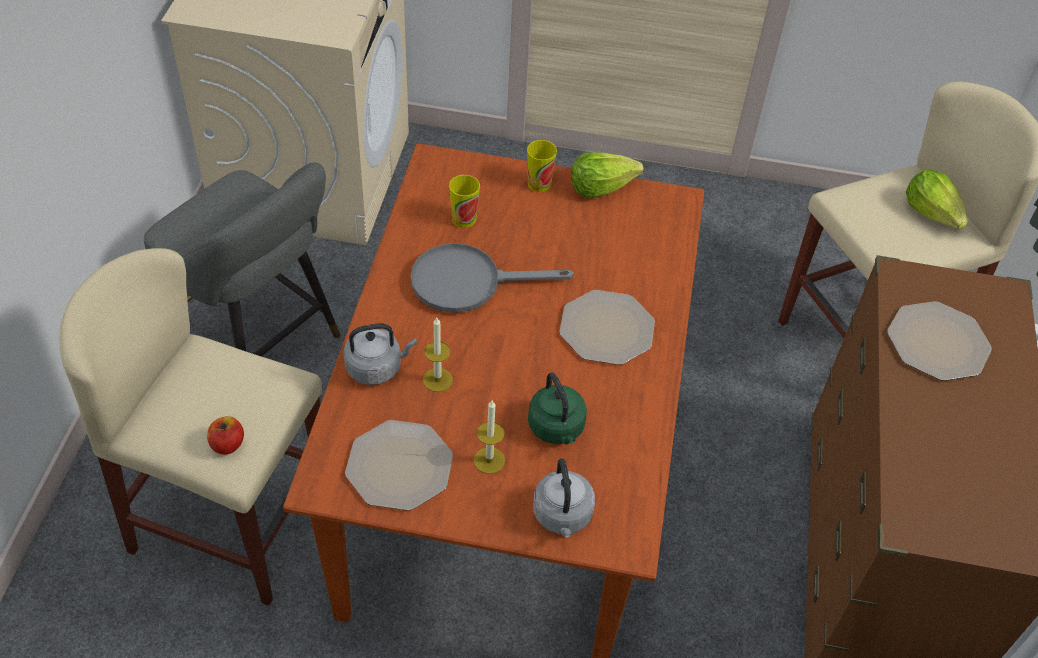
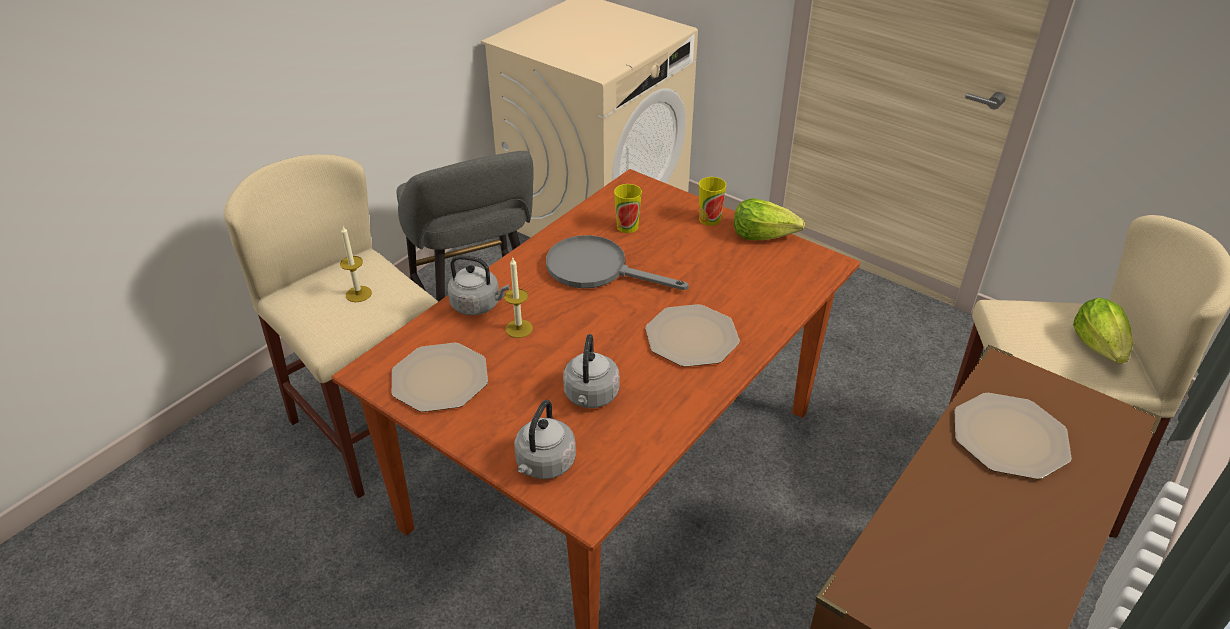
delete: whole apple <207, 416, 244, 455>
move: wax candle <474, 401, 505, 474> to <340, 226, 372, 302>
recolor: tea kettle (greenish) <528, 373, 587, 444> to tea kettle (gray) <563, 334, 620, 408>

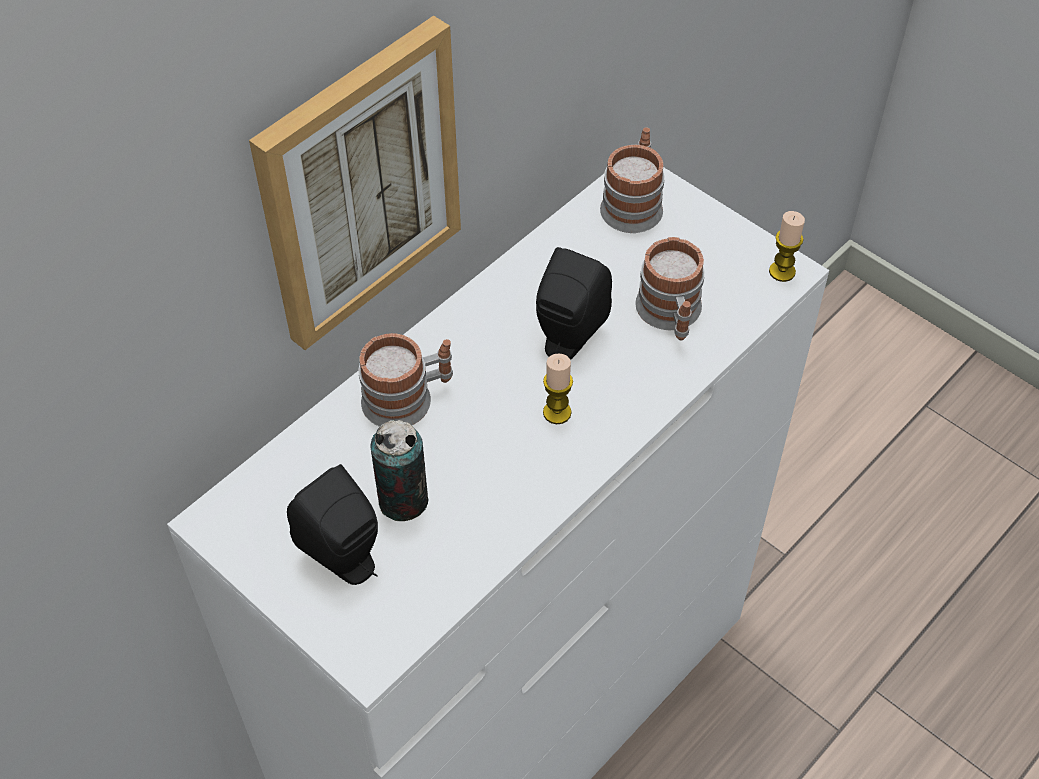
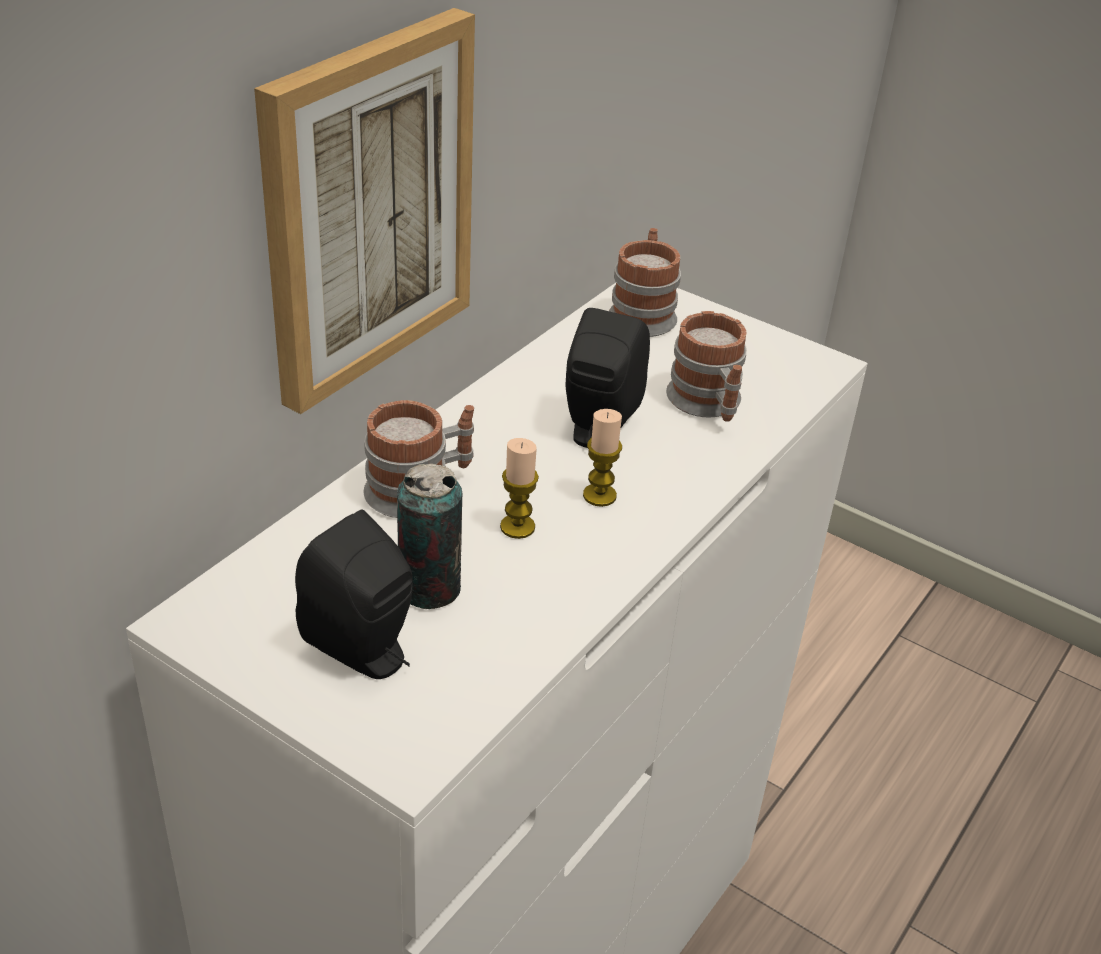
move: wax candle <769, 211, 805, 282> to <500, 438, 539, 539>

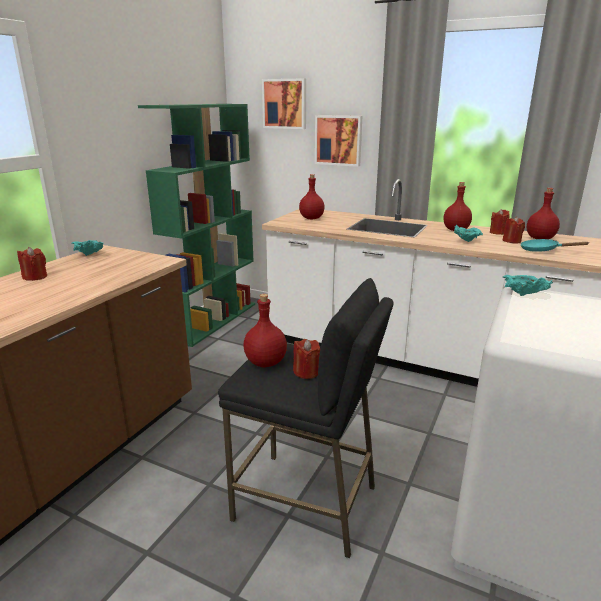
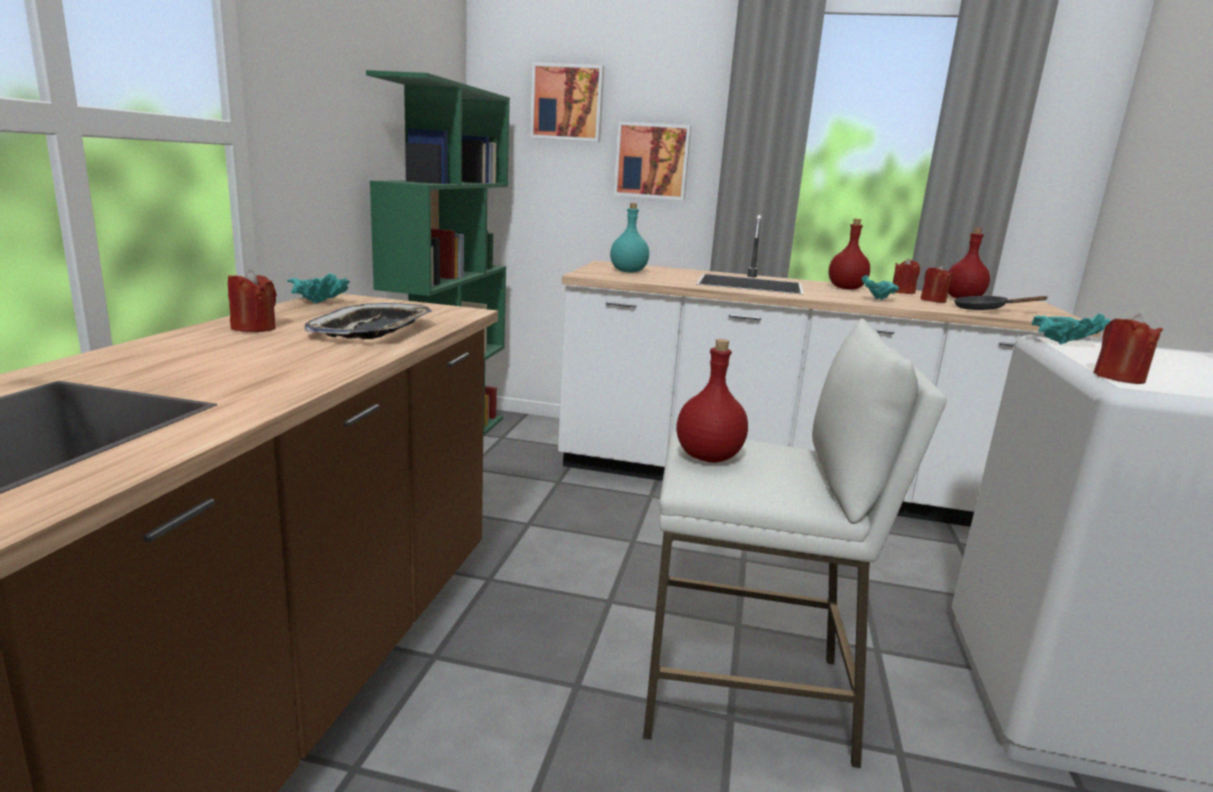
insert: serving tray <304, 303, 432, 339>
move: wax candle (red-coloured) <293, 339, 320, 379> to <1093, 314, 1163, 384>
recolor: stool seat (black-coloured) <218, 278, 394, 558> to stool seat (whitish) <643, 319, 947, 768>; beverage bottle (red-coloured) <299, 174, 325, 219> to beverage bottle (blue-green) <610, 203, 649, 273>; skillet (blue-green) <521, 239, 589, 252> to skillet (black-coloured) <954, 296, 1048, 310>

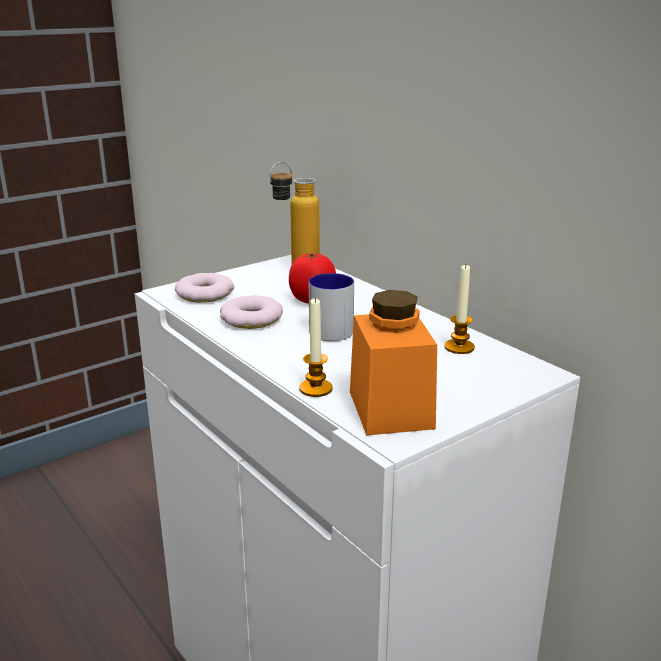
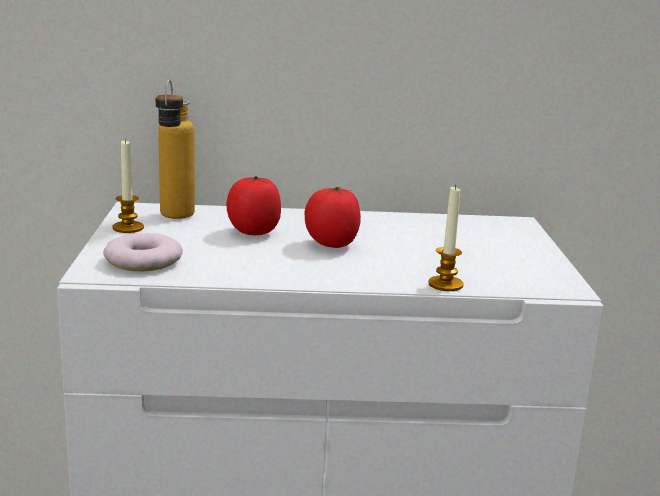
delete: donut <220, 295, 283, 329>; storage jar (orangey) <350, 290, 437, 436>
move: wax candle <444, 265, 475, 354> to <112, 138, 144, 233>
replace: mug <309, 273, 354, 341> to fresh tomato <305, 187, 361, 248>

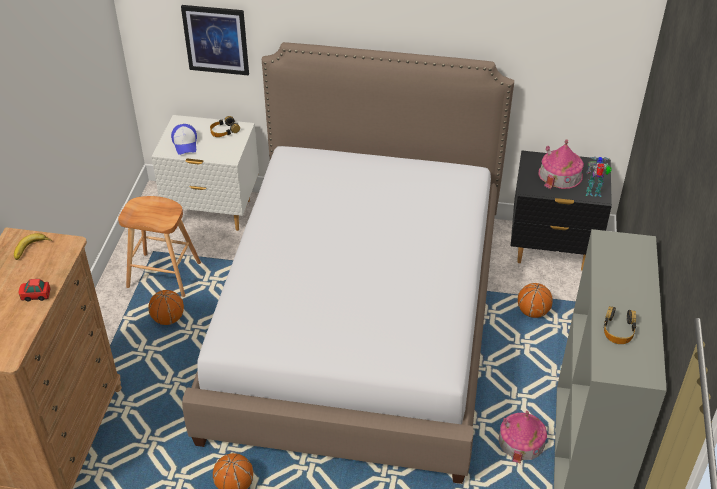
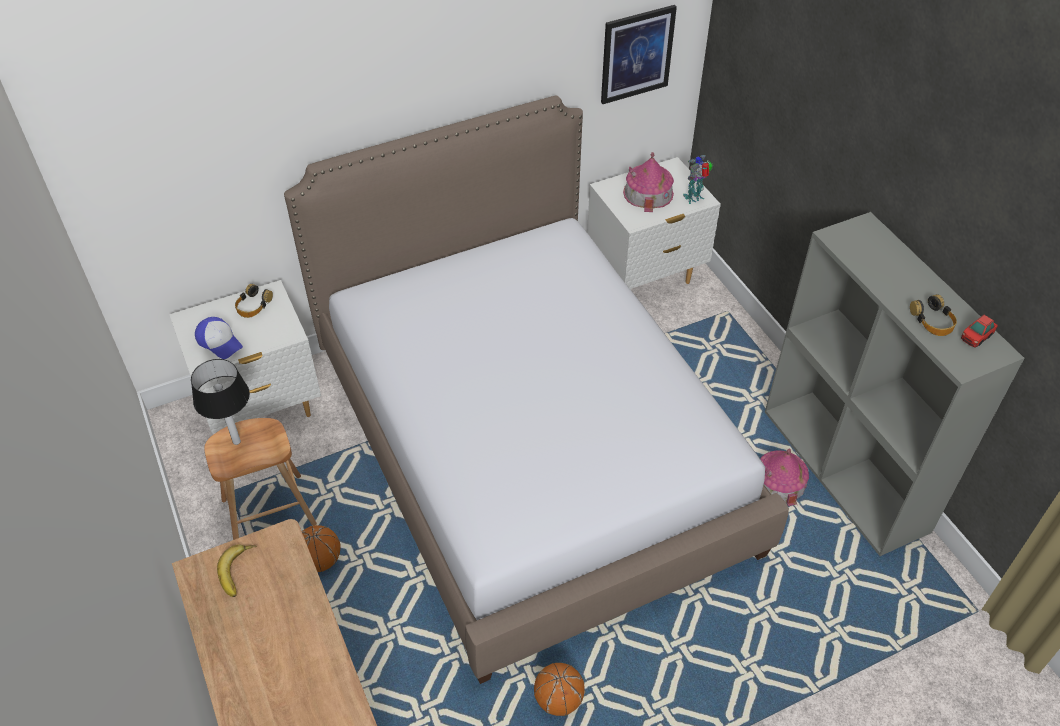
delete: ball for basketball <518, 283, 553, 318>
insert: lamp for a table <191, 359, 250, 445>
move: miniature car <18, 279, 51, 301> to <961, 315, 998, 348>; picture <181, 5, 249, 75> to <601, 5, 677, 104>
recolor: nightstand (black-coloured) <511, 150, 612, 270> to nightstand (whitish) <587, 157, 721, 289>

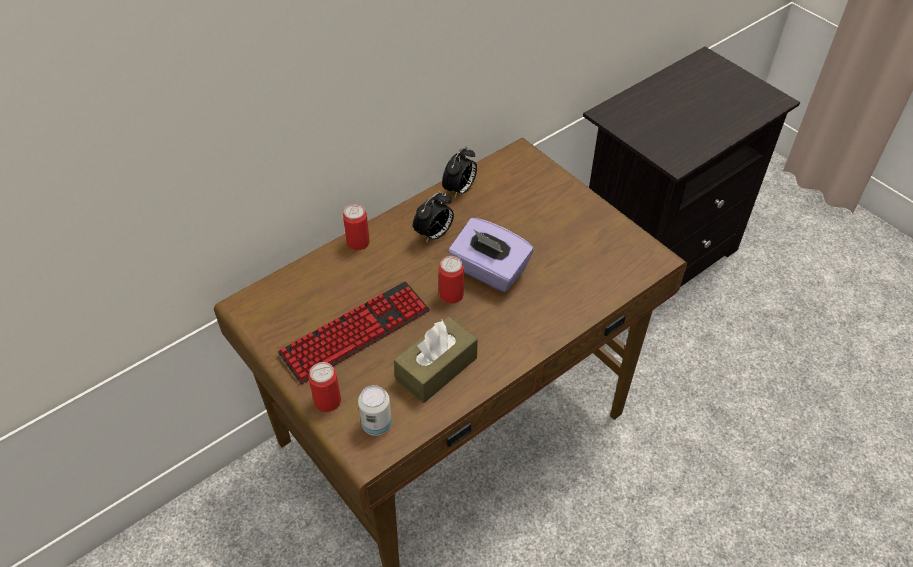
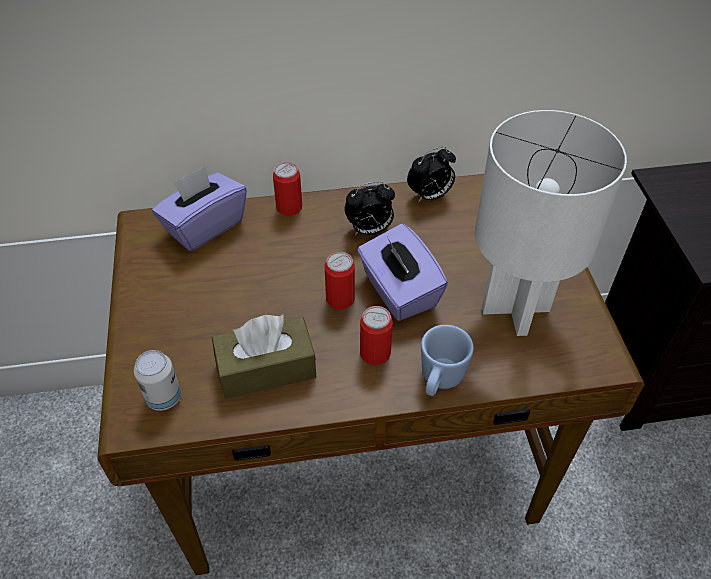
delete: PC keyboard <278, 281, 430, 384>
insert: tissue holder (purplish) <152, 166, 247, 251>; mug (blue-coloured) <421, 325, 474, 396>; lamp for a table (whitish) <475, 110, 627, 336>
move: sealed can <309, 362, 341, 412> to <360, 306, 393, 365>

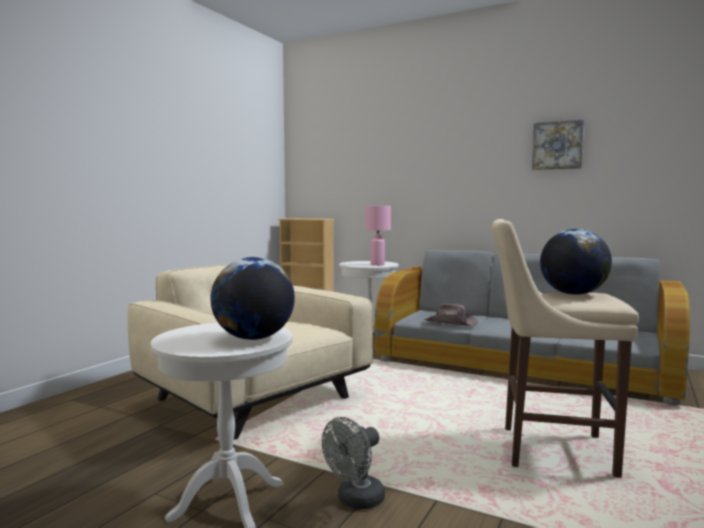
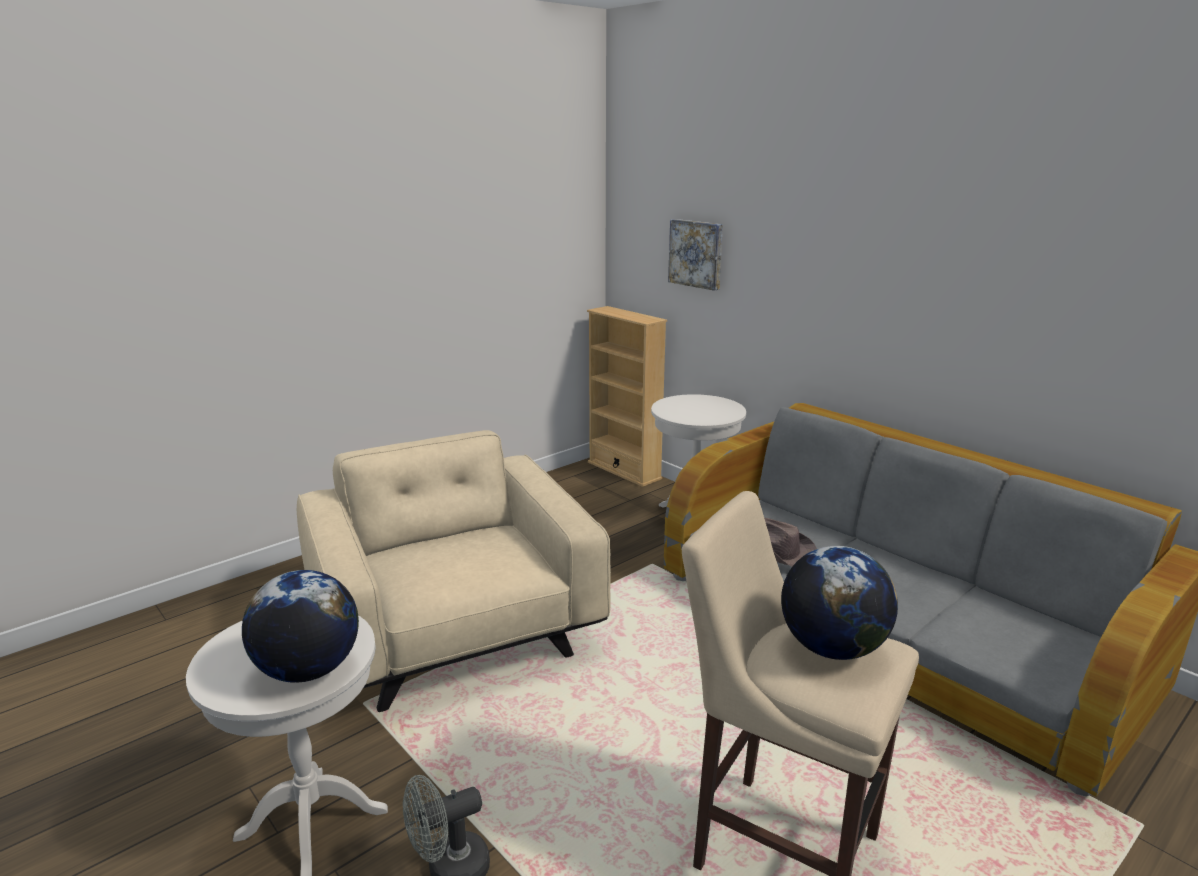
delete: lamp for a table (pink-coloured) <365, 206, 391, 266>
move: picture <532, 119, 584, 170> to <668, 219, 723, 291>

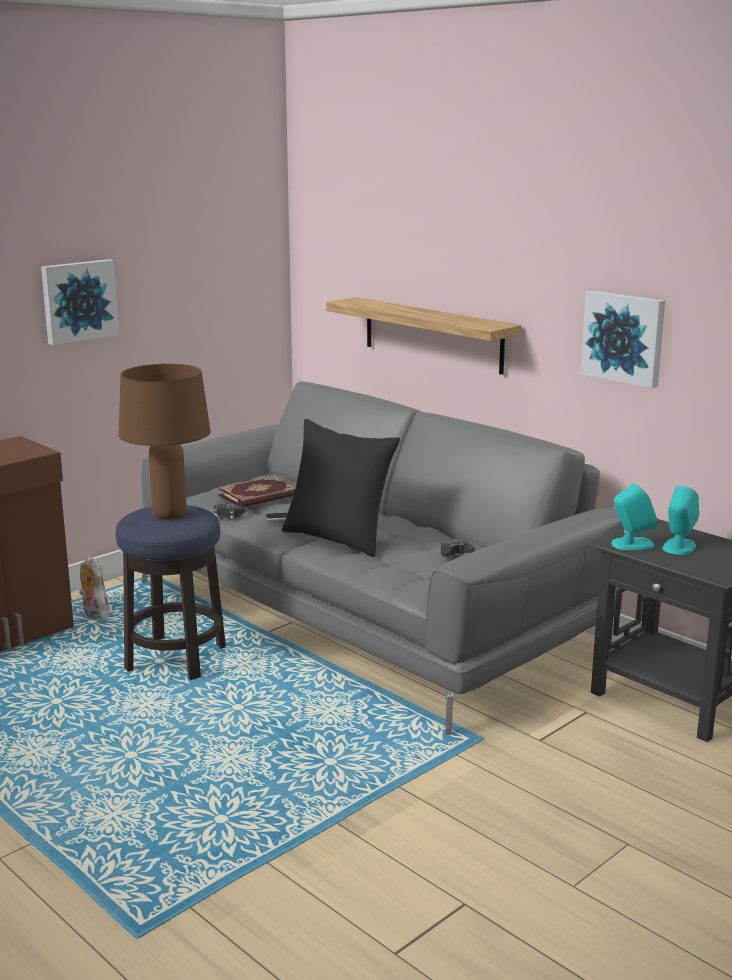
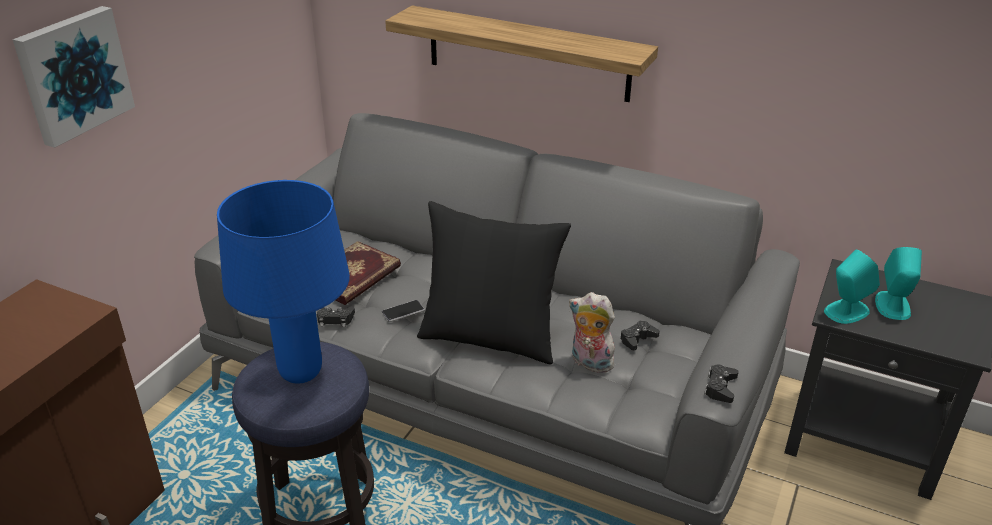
delete: picture <580, 291, 665, 388>
insert: gamepad (black-coloured) <704, 364, 739, 403>
move: cuddly toy <79, 556, 110, 621> to <569, 292, 615, 373>
recolor: lamp for a table (brown) <119, 364, 210, 520> to lamp for a table (blue-coloured) <217, 180, 350, 384>

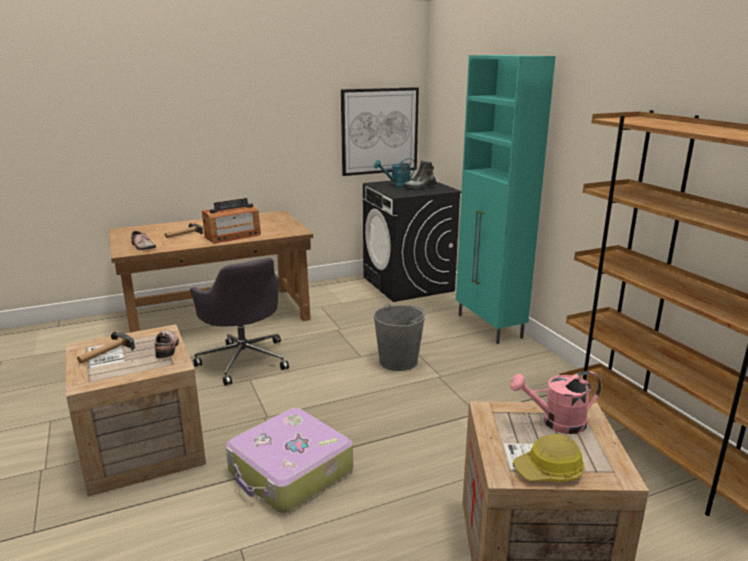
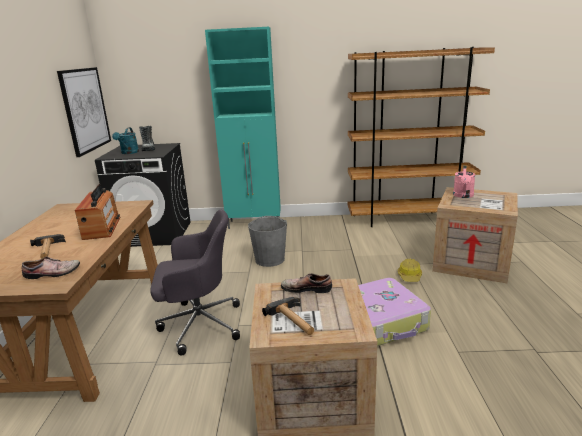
move: work helmet <513, 434, 585, 482> to <398, 258, 422, 282>

